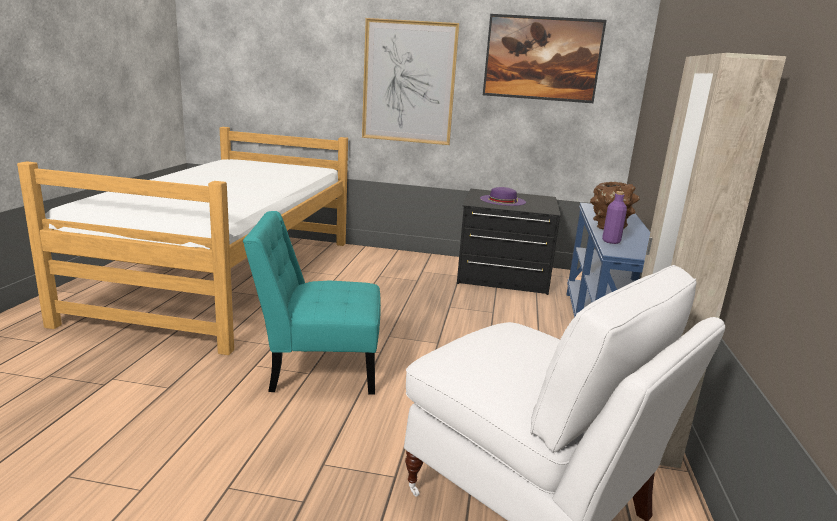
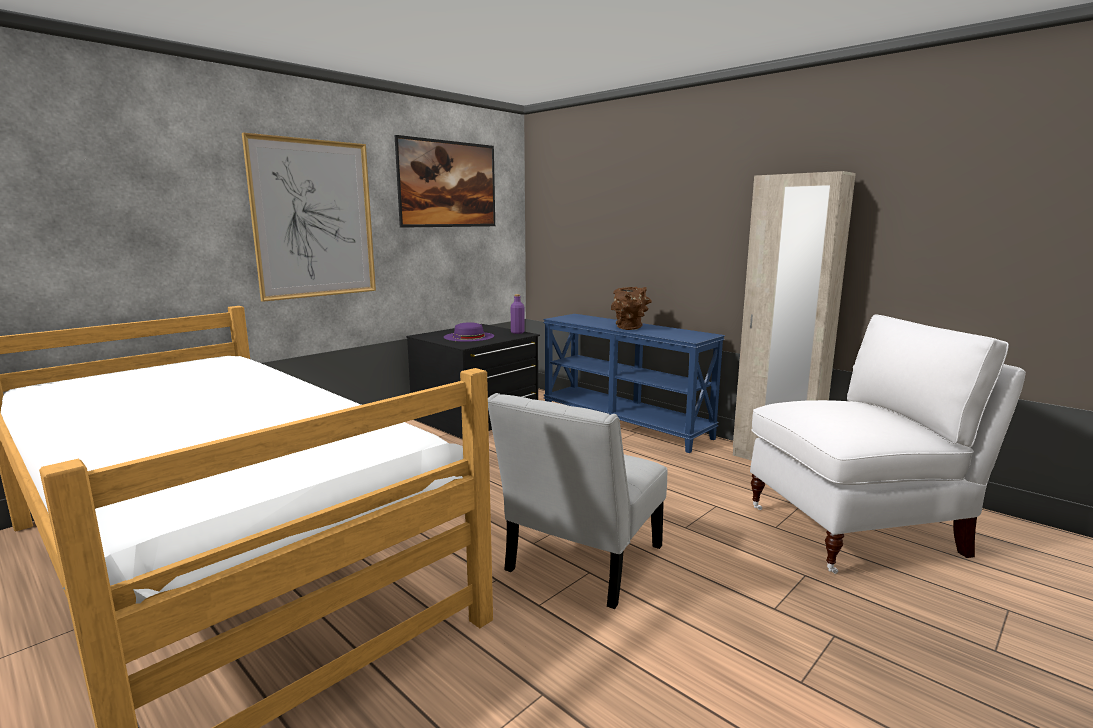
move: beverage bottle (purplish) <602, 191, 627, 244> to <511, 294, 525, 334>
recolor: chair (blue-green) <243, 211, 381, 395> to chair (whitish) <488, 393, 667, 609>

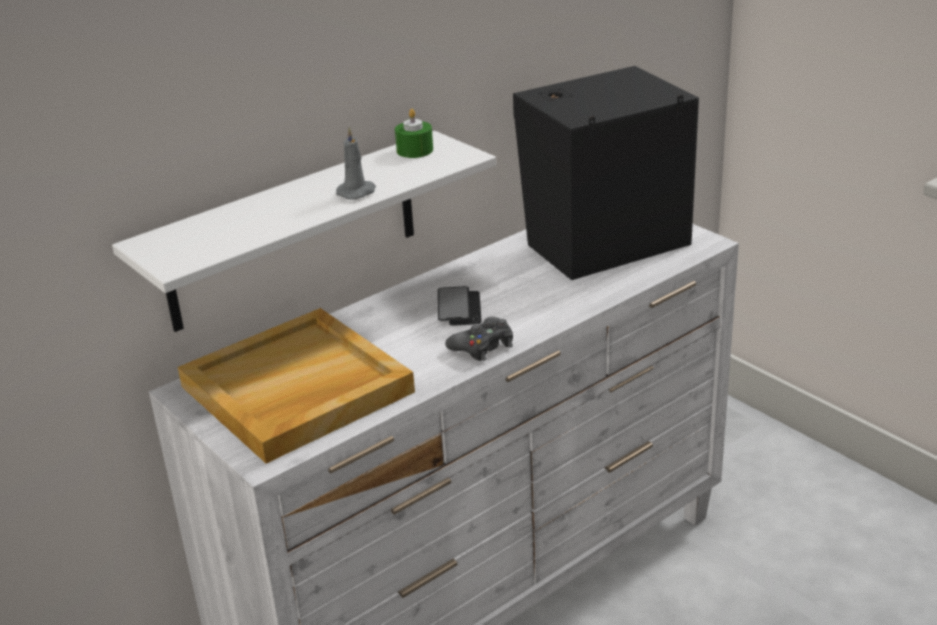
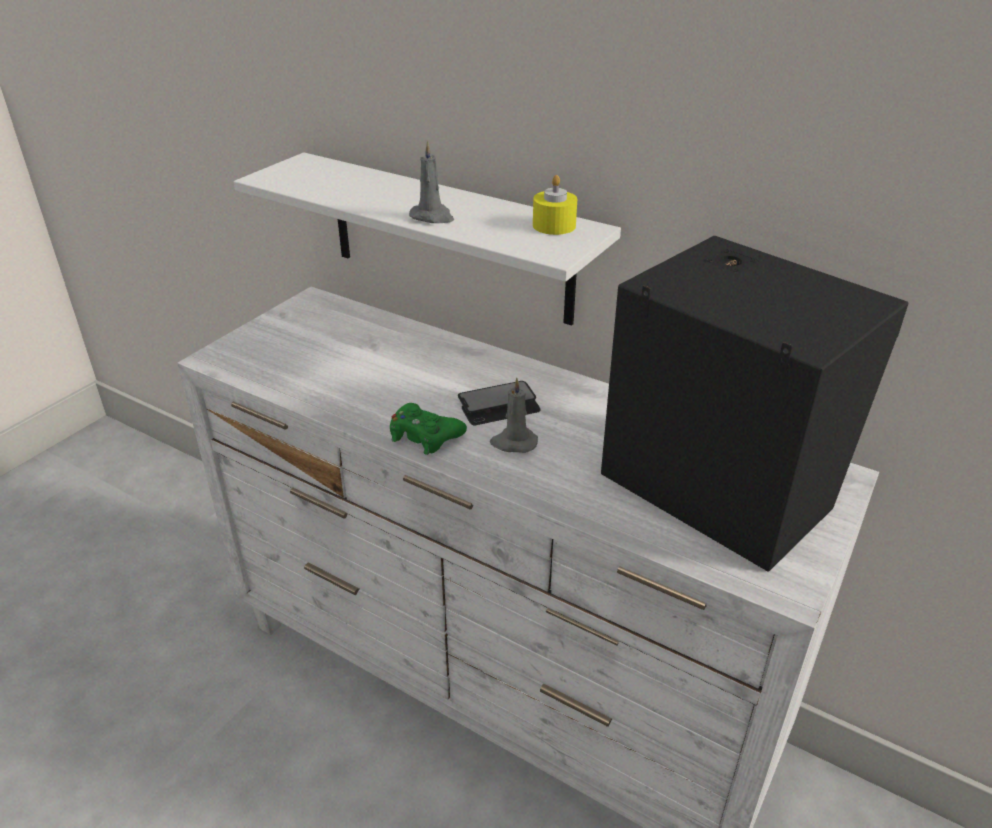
delete: serving tray (beige-coloured) <178, 308, 415, 464>
insert: wax candle (gray) <490, 378, 538, 453>
recolor: wax candle (greenish) <395, 109, 433, 158> to wax candle (yellow-coloured) <533, 175, 577, 235>; gamepad (black-coloured) <445, 317, 513, 361> to gamepad (greenish) <390, 403, 467, 455>

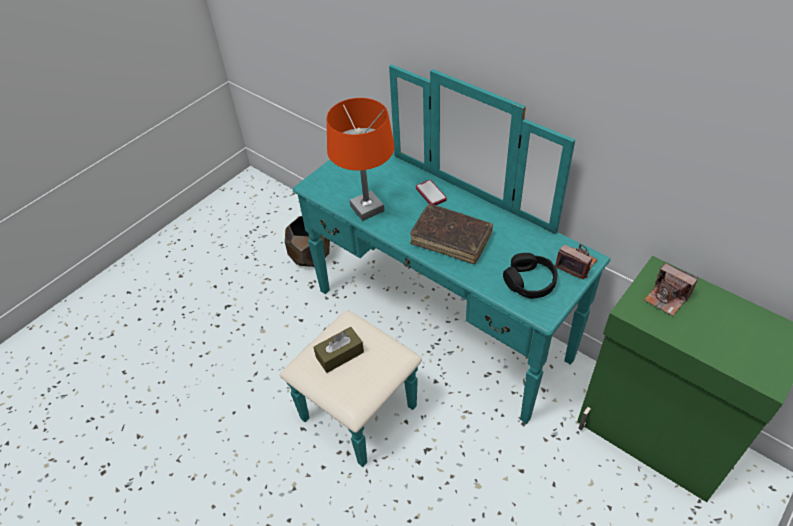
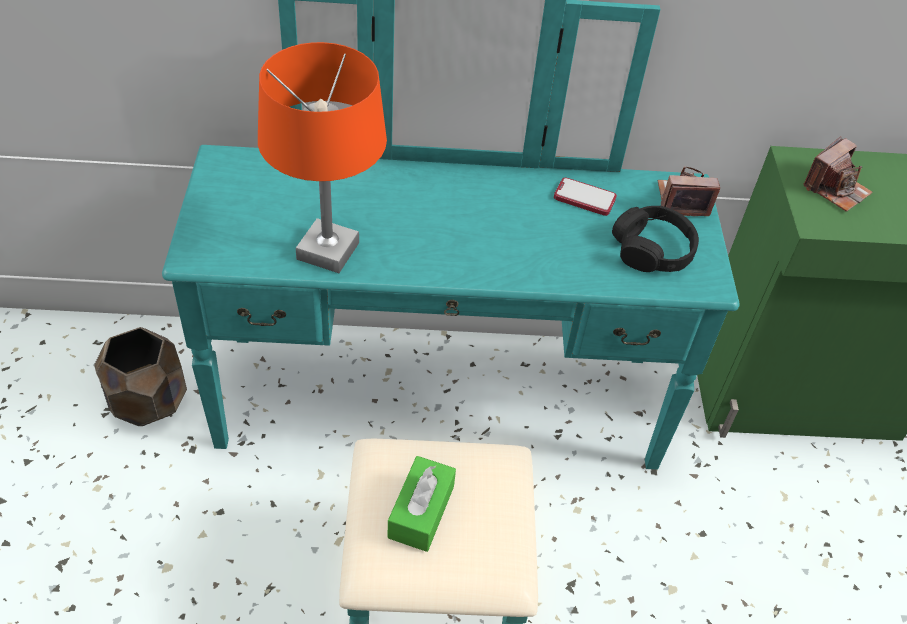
delete: volume (brown) <410, 204, 493, 264>
move: phone <416, 180, 447, 205> to <554, 177, 617, 216>
recolor: tissue holder (brown) <313, 327, 364, 373> to tissue holder (greenish) <387, 456, 456, 552>
rotate: photo camera <644, 263, 698, 316> = <803, 136, 872, 212> 45 degrees counterclockwise

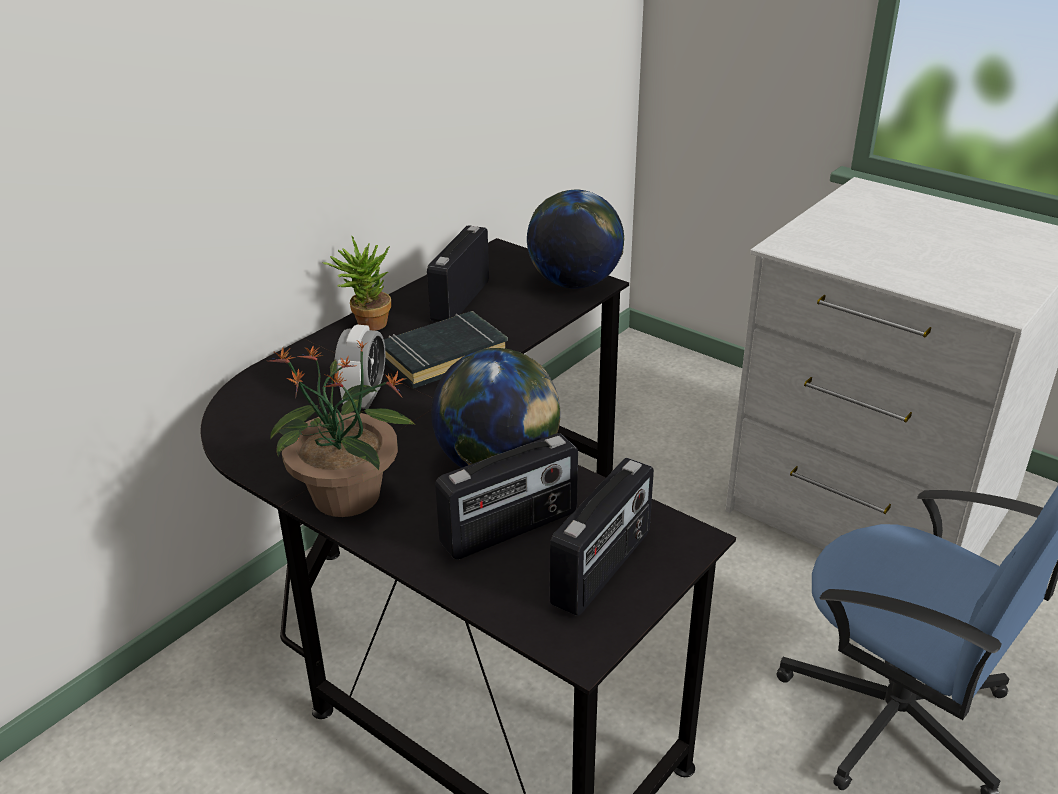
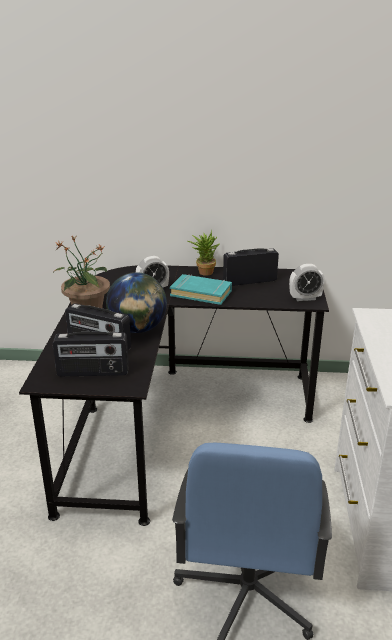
replace: desk globe <527, 190, 624, 289> to bedside clock <289, 264, 325, 301>
recolor: volume (black-coloured) <384, 311, 508, 389> to volume (blue-green) <170, 274, 232, 305>

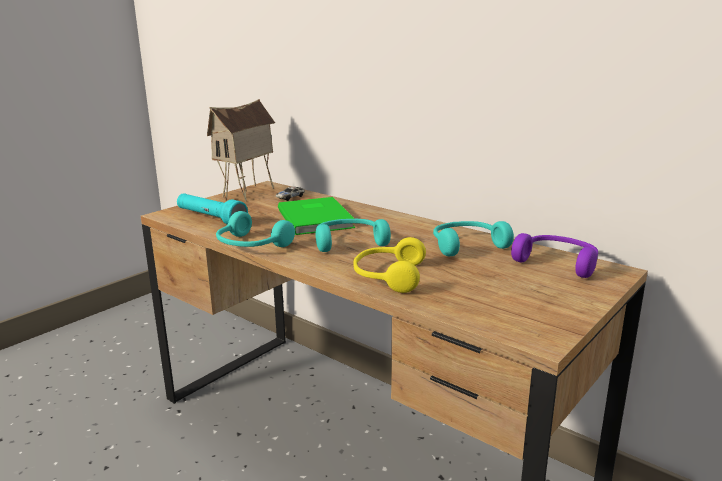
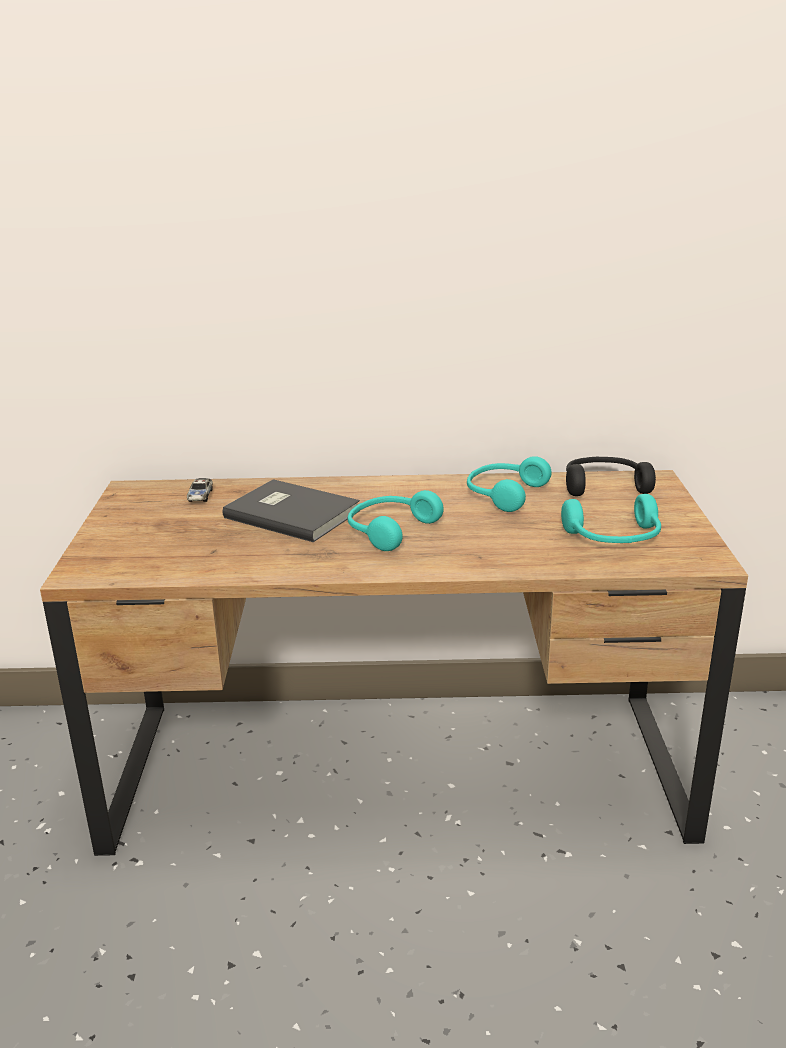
delete: torch (blue-green) <177, 193, 248, 225>; model house <207, 99, 275, 201>; headset (yellow-coloured) <353, 237, 426, 293>
move: headset (blue-green) <216, 211, 295, 247> to <561, 494, 661, 543>
recolor: volume (greenish) <278, 197, 355, 235> to volume (gray) <222, 479, 360, 542>; headset (purplish) <511, 233, 598, 278> to headset (black-coloured) <566, 456, 656, 496>

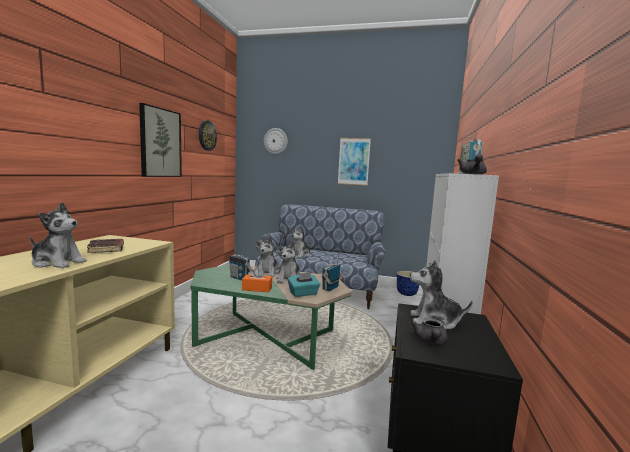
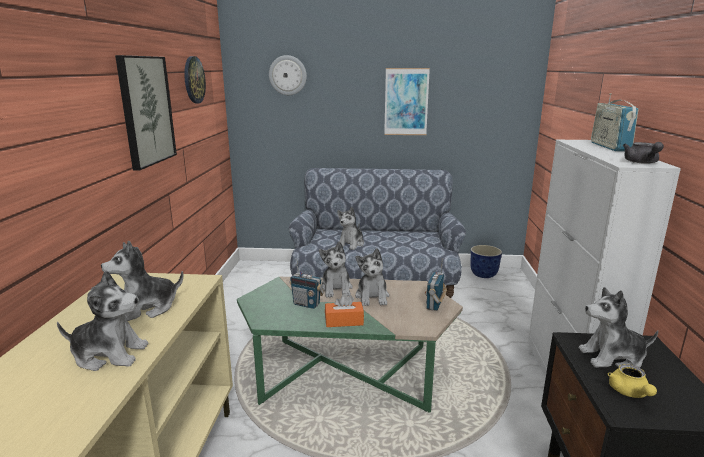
delete: tissue holder (blue-green) <288, 273, 320, 297>
replace: volume (brown) <87, 239, 124, 253> to cuddly toy <101, 241, 183, 321>
recolor: tea pot (gray) <411, 318, 448, 344> to tea pot (yellow-coloured) <608, 364, 657, 398>

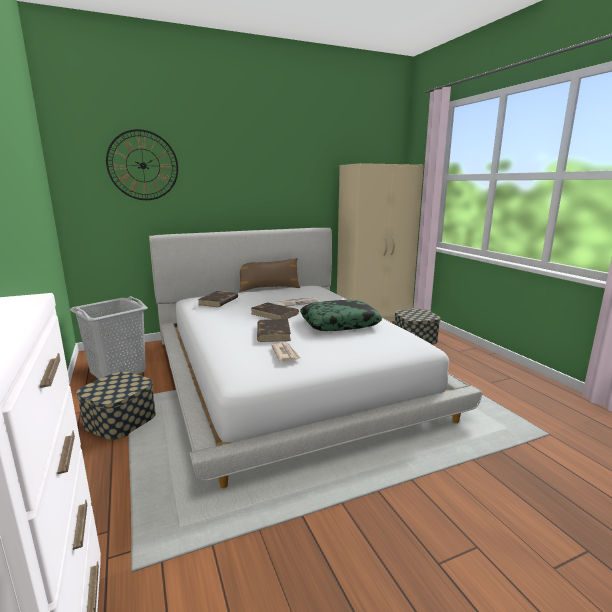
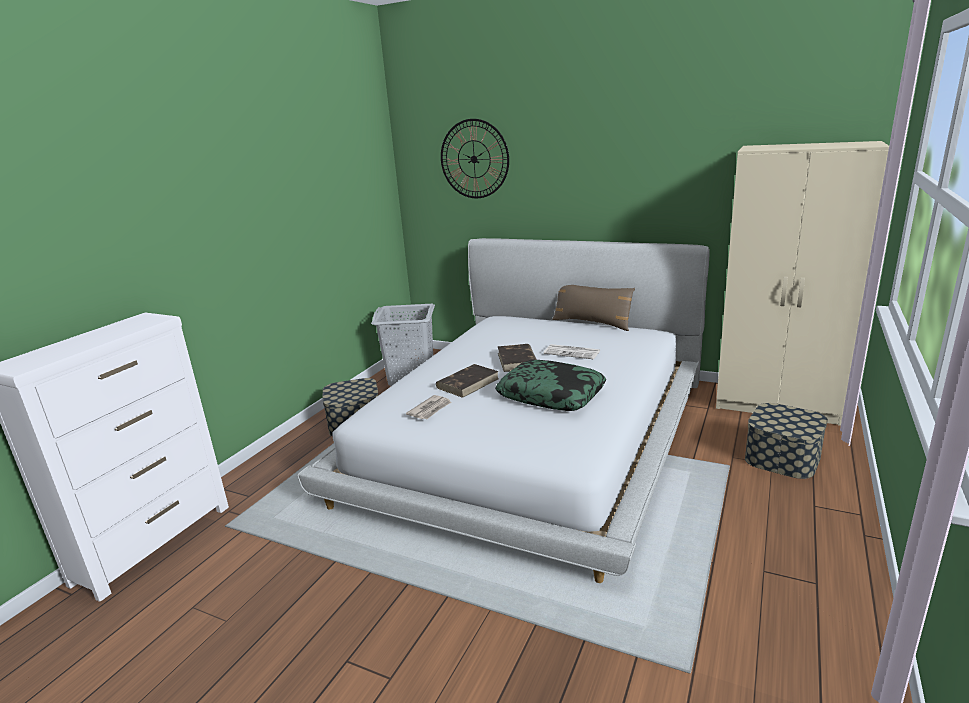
delete: volume (brown) <198, 291, 238, 307>

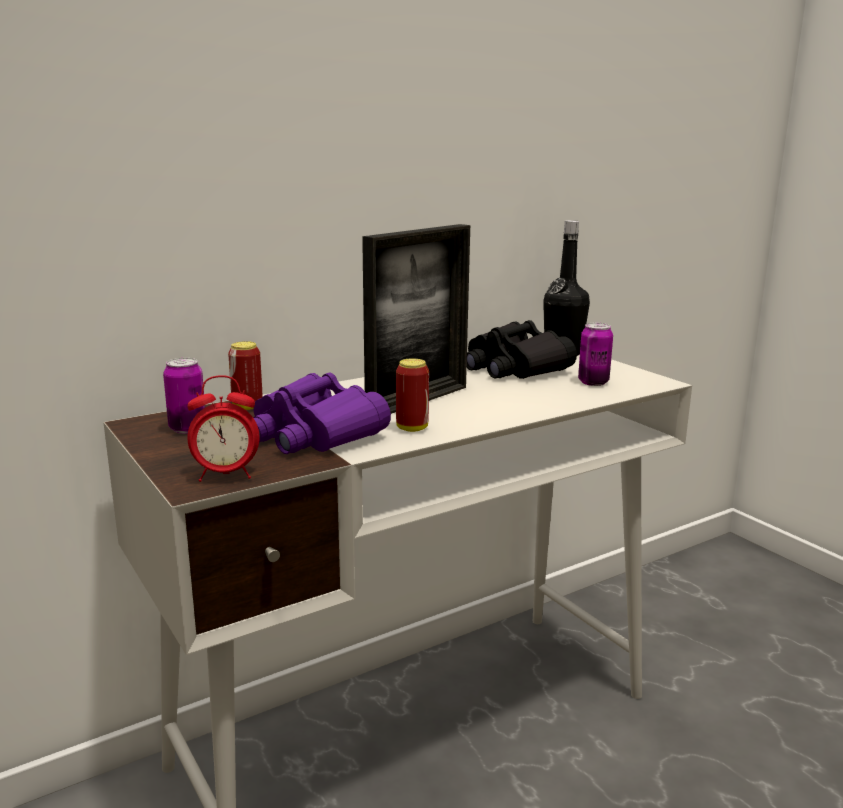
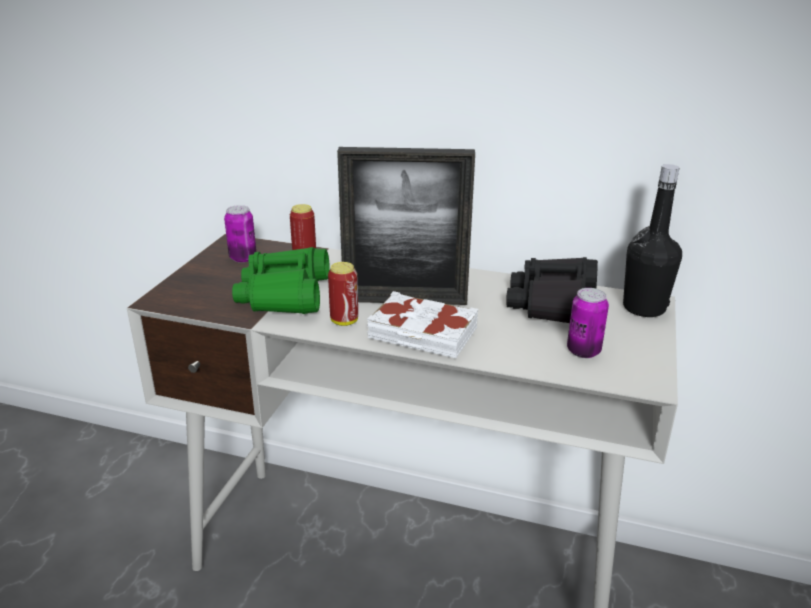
delete: bedside clock <187, 375, 260, 482>
insert: volume (whitish) <367, 291, 479, 358>
recolor: field glasses (purplish) <253, 372, 391, 454> to field glasses (greenish) <232, 247, 330, 314>

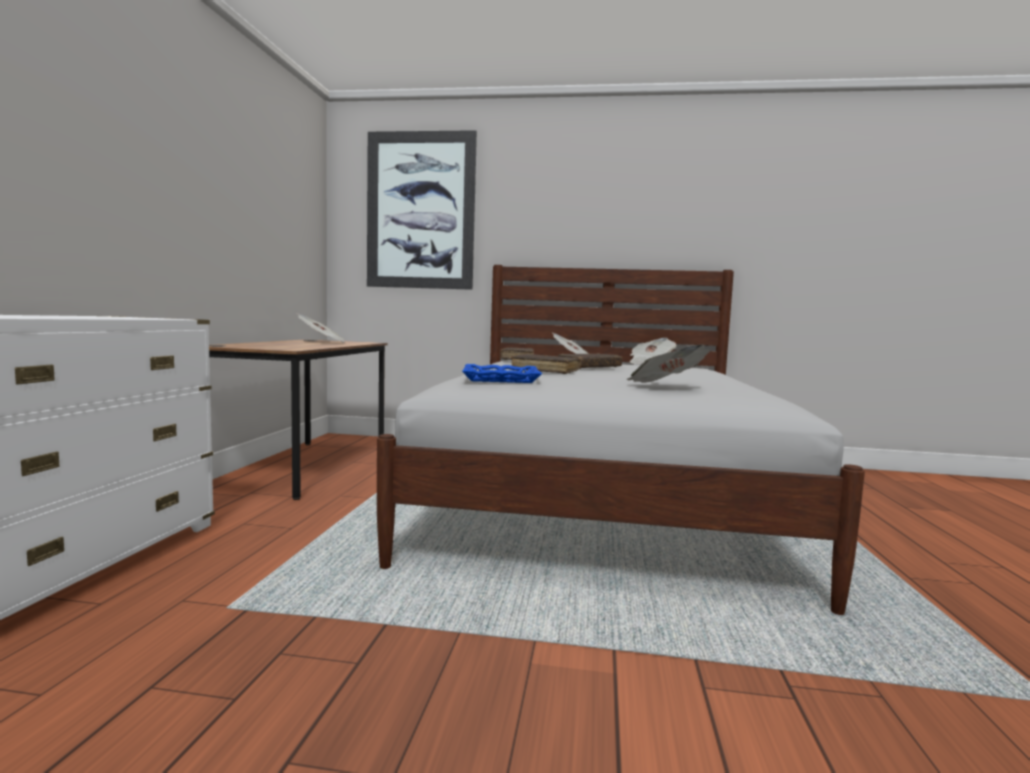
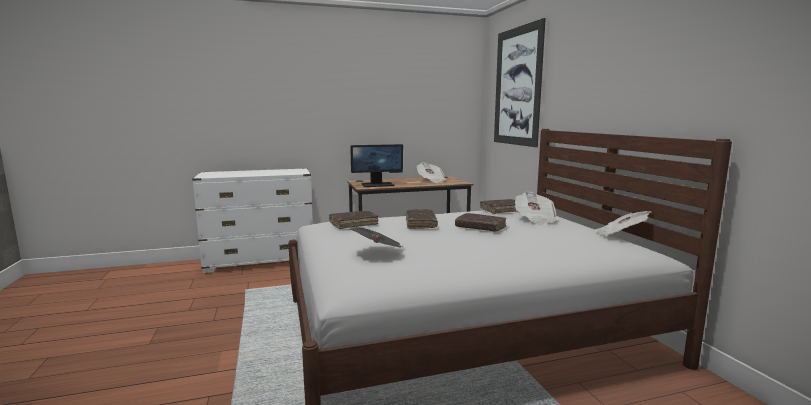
insert: monitor <350, 144, 403, 187>
replace: serving tray (blue-coloured) <462, 364, 542, 383> to volume (brown) <329, 211, 379, 229>

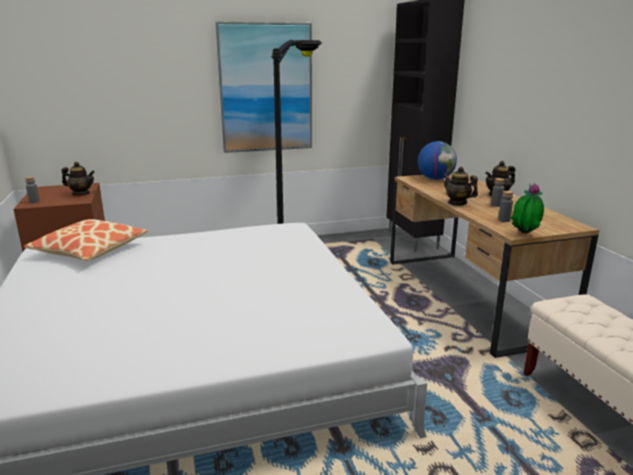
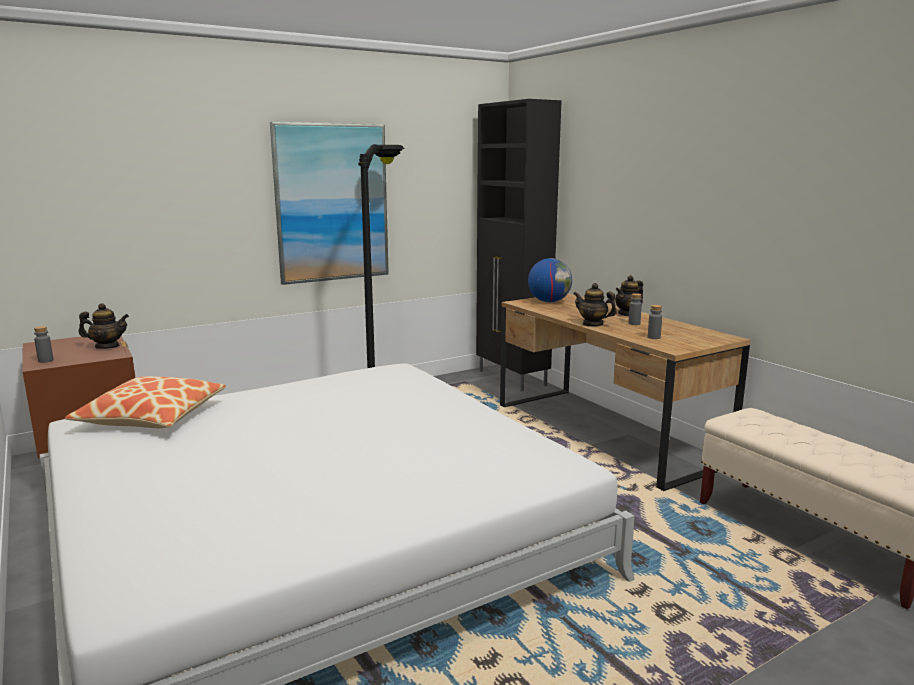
delete: plant in a pot <510, 183, 544, 234>

